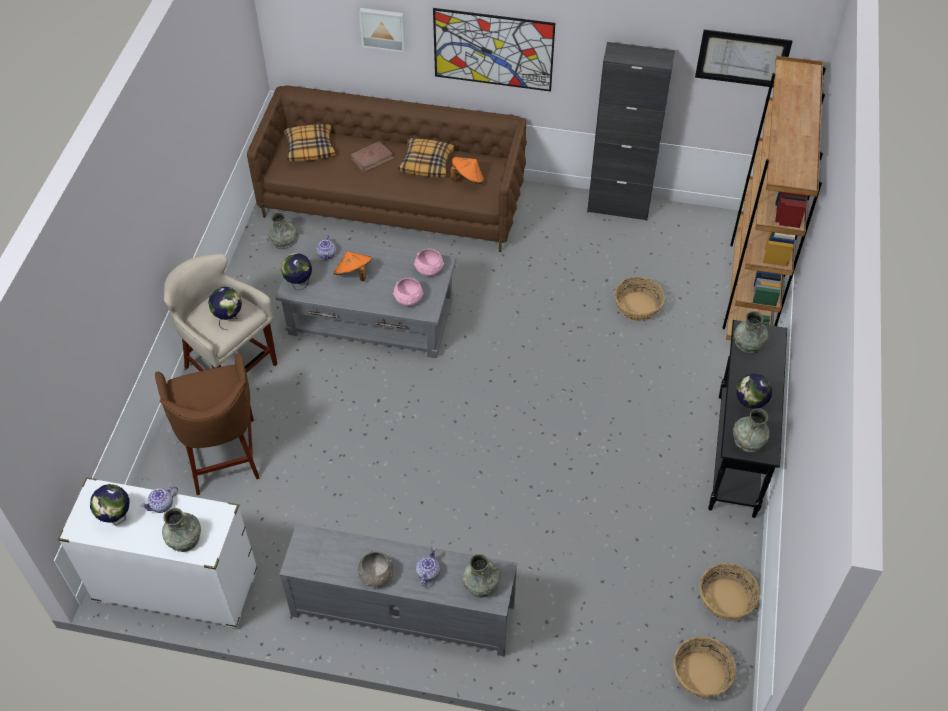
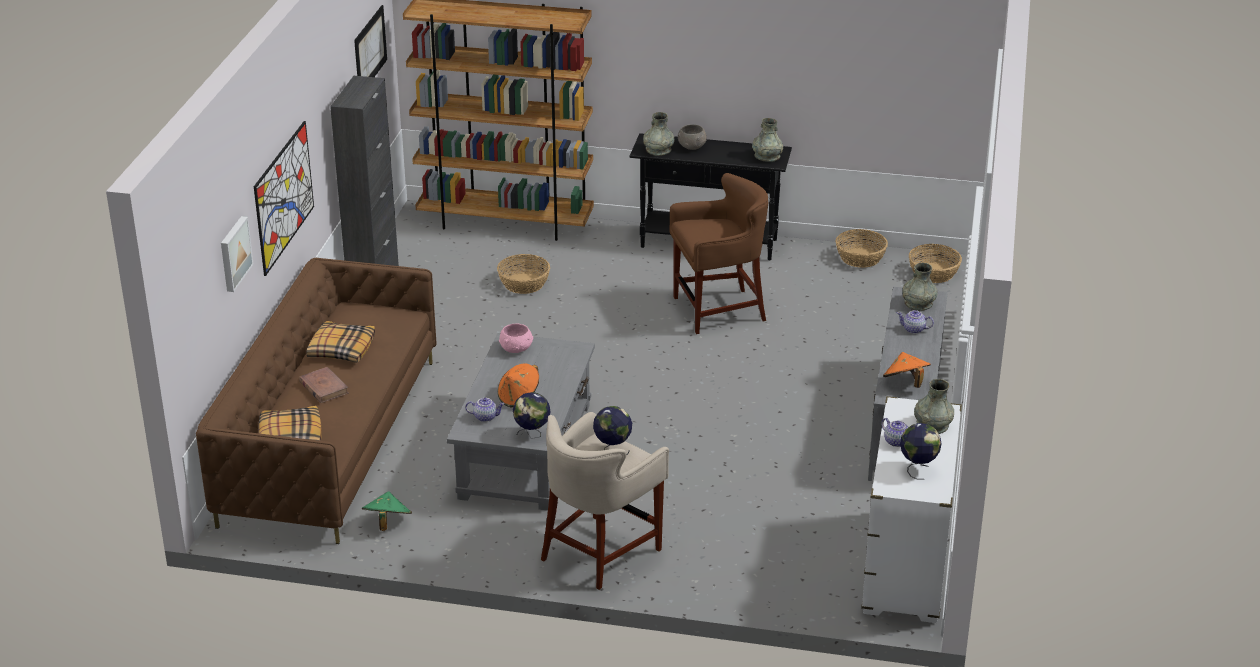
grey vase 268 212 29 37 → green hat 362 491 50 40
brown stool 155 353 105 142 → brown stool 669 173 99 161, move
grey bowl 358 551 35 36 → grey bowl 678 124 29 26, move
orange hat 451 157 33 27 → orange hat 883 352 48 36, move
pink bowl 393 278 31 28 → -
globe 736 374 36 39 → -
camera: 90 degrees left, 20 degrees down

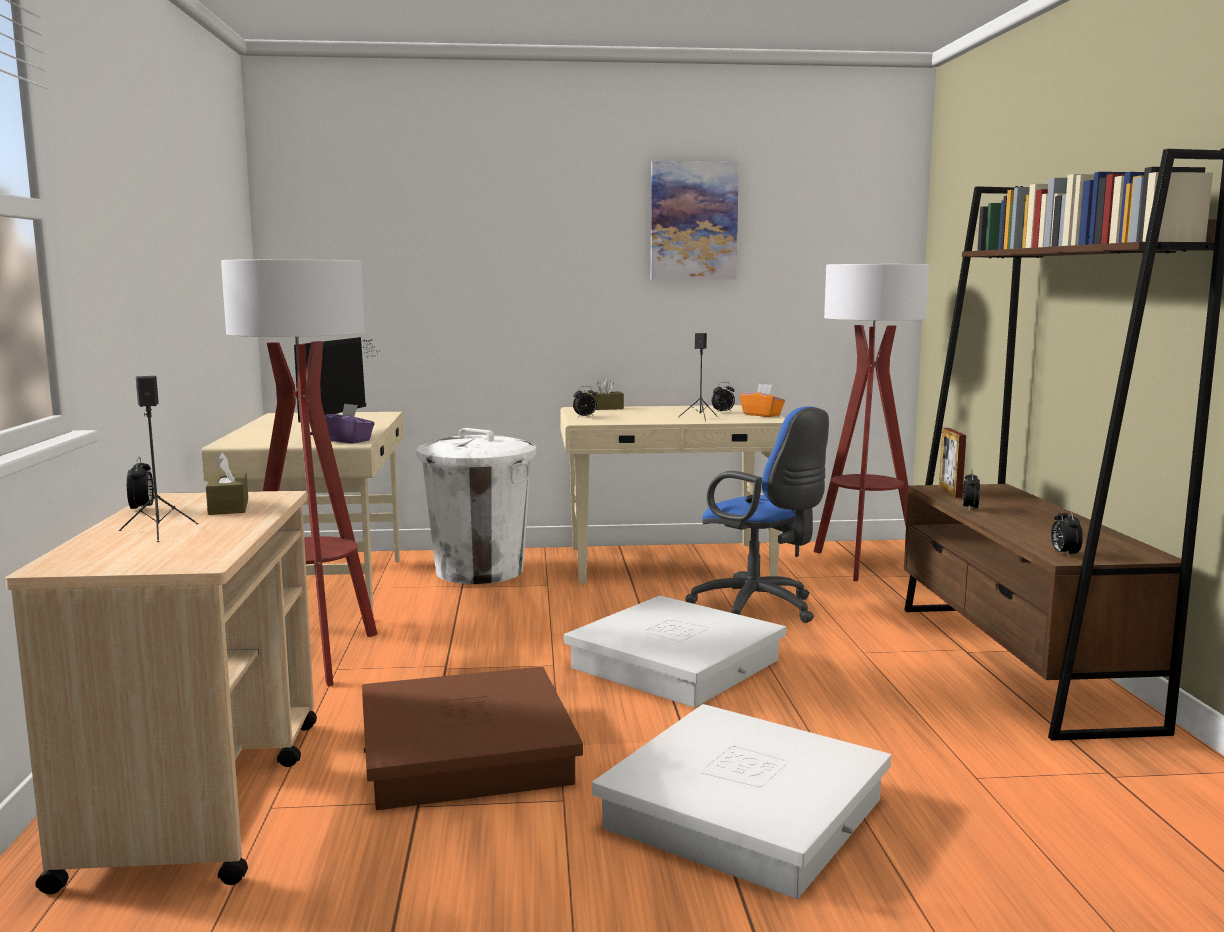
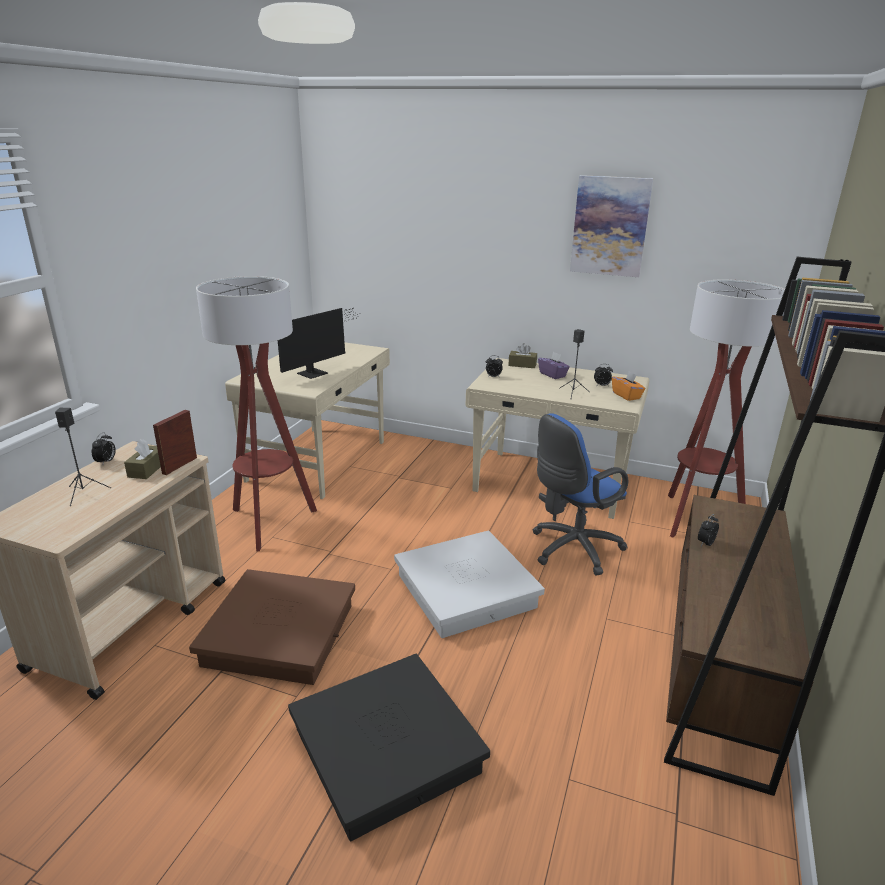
picture frame 939 428 27 70 → picture frame 153 410 44 65, move
white storage box 592 704 299 195 → black storage box 288 654 202 187
blue office chair 685 406 144 217 → blue office chair 532 413 96 163, 75 degrees clockwise
purple tissue box 325 403 50 40 → purple tissue box 538 351 32 28, move
white trash can 416 428 120 156 → -
alarm clock 1051 507 32 51 → -
camera: 25 degrees right, 15 degrees up

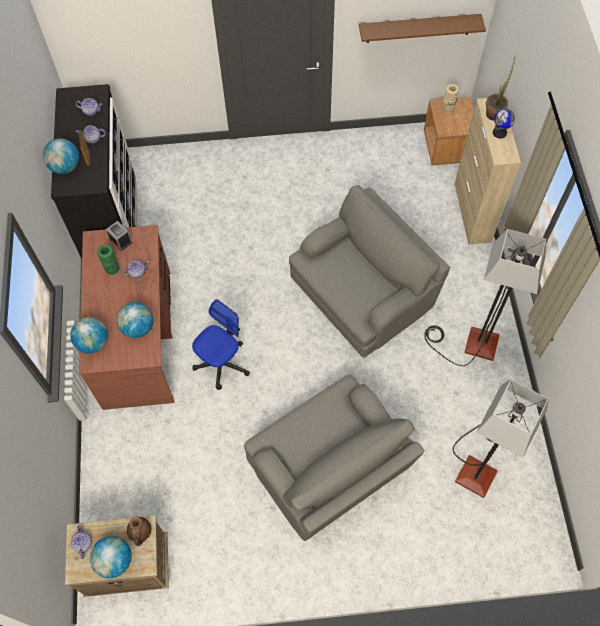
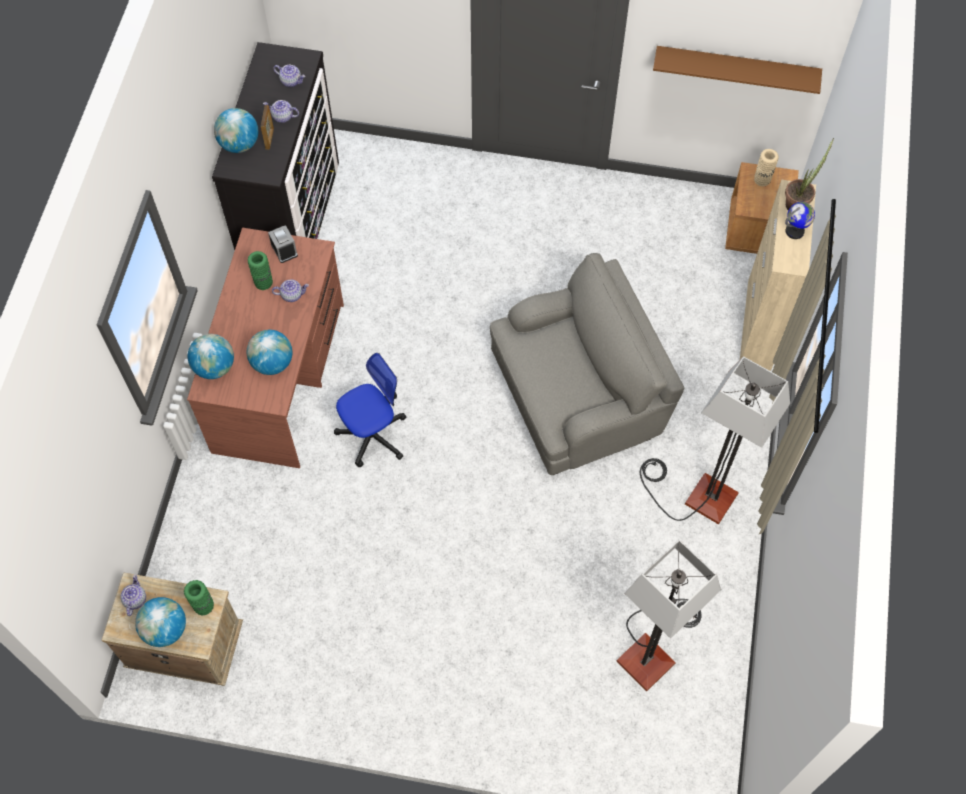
brown teapot 127 517 24 29 → green vase 184 580 30 35
grey armchair 244 374 180 167 → -
camera: 15 degrees right, 0 degrees up

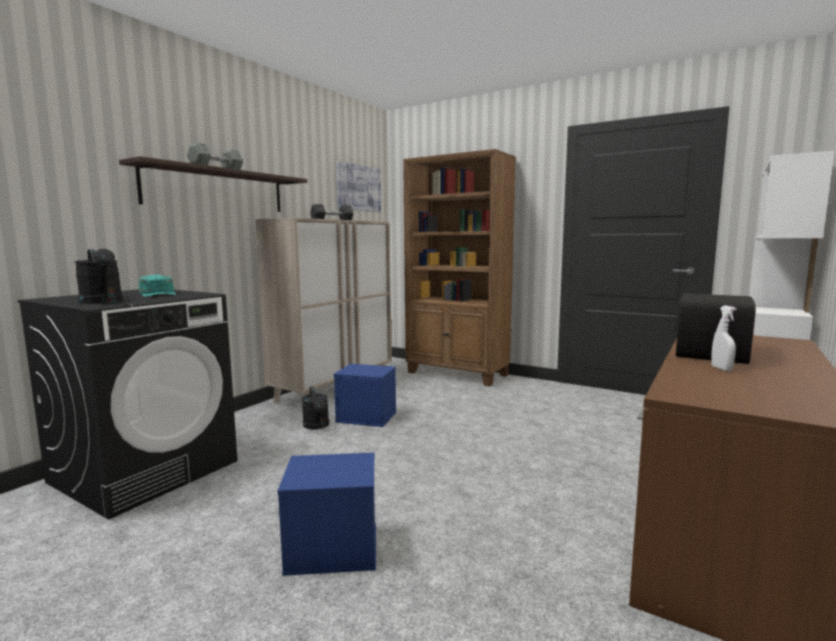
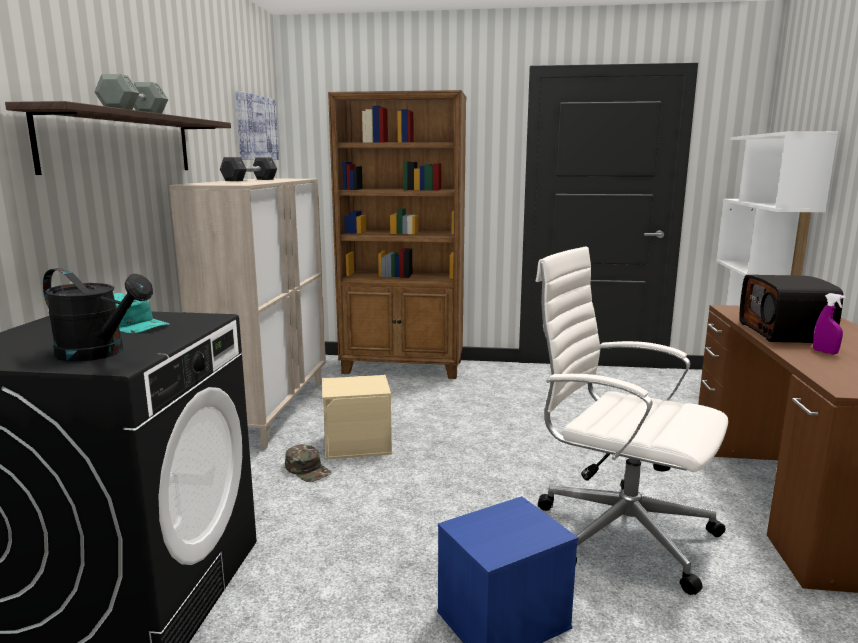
black watering can 302 386 27 44 → green cap 285 444 47 38
blue storage box 333 364 63 63 → beige storage box 322 375 70 85
- → white office chair 536 246 192 349
white spray bottle 711 305 26 66 → purple spray bottle 813 293 33 61
camera: 25 degrees left, 5 degrees up

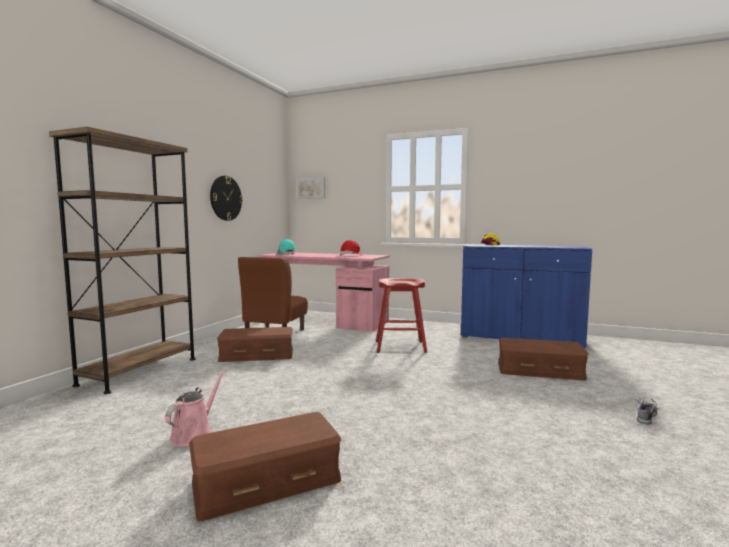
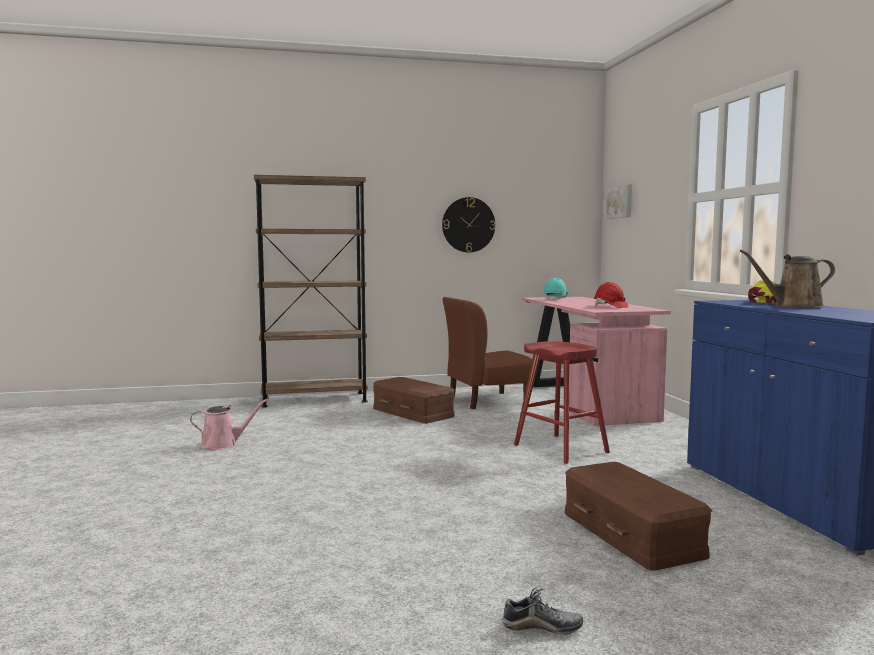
- → brown watering can 740 250 95 58
brown storage box 189 412 152 109 → -
camera: 55 degrees right, 0 degrees up

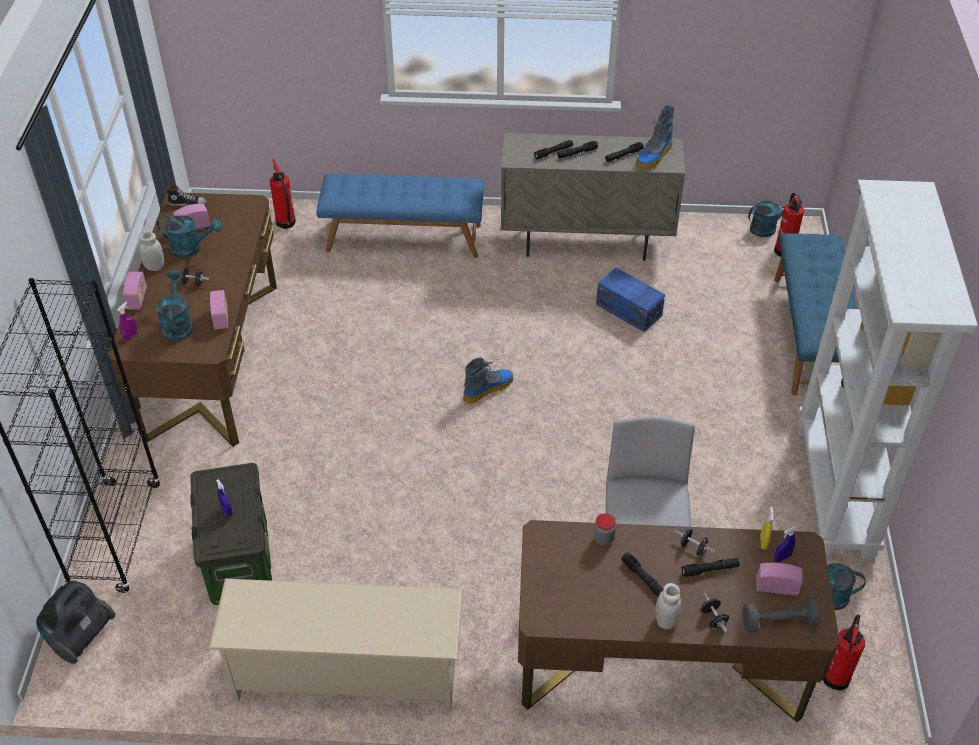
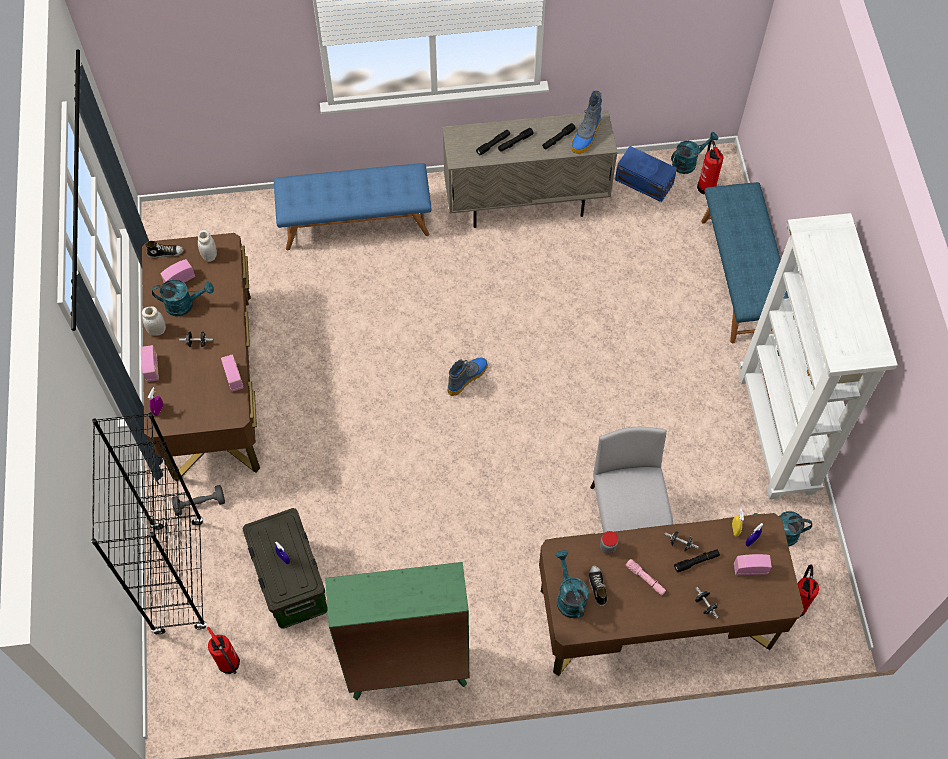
grey dumbbell 742 598 79 34 → grey dumbbell 172 485 53 31, move
white jar 655 583 26 46 → white jar 198 230 19 32, move
fire extinguisher 270 159 26 70 → fire extinguisher 207 627 33 47, move
beige shoe rack 209 579 255 133 → green bookcase 325 562 144 138
turquoise watering can 156 271 37 71 → turquoise watering can 555 550 34 68, move
- → shoe 589 566 18 40
blue storage box 596 267 69 65 → blue storage box 615 146 62 56, move
black flashlight 621 552 42 44 → pink flashlight 626 559 40 36
vacuum cleaner 36 581 79 83 → -
camera: 10 degrees left, 15 degrees up

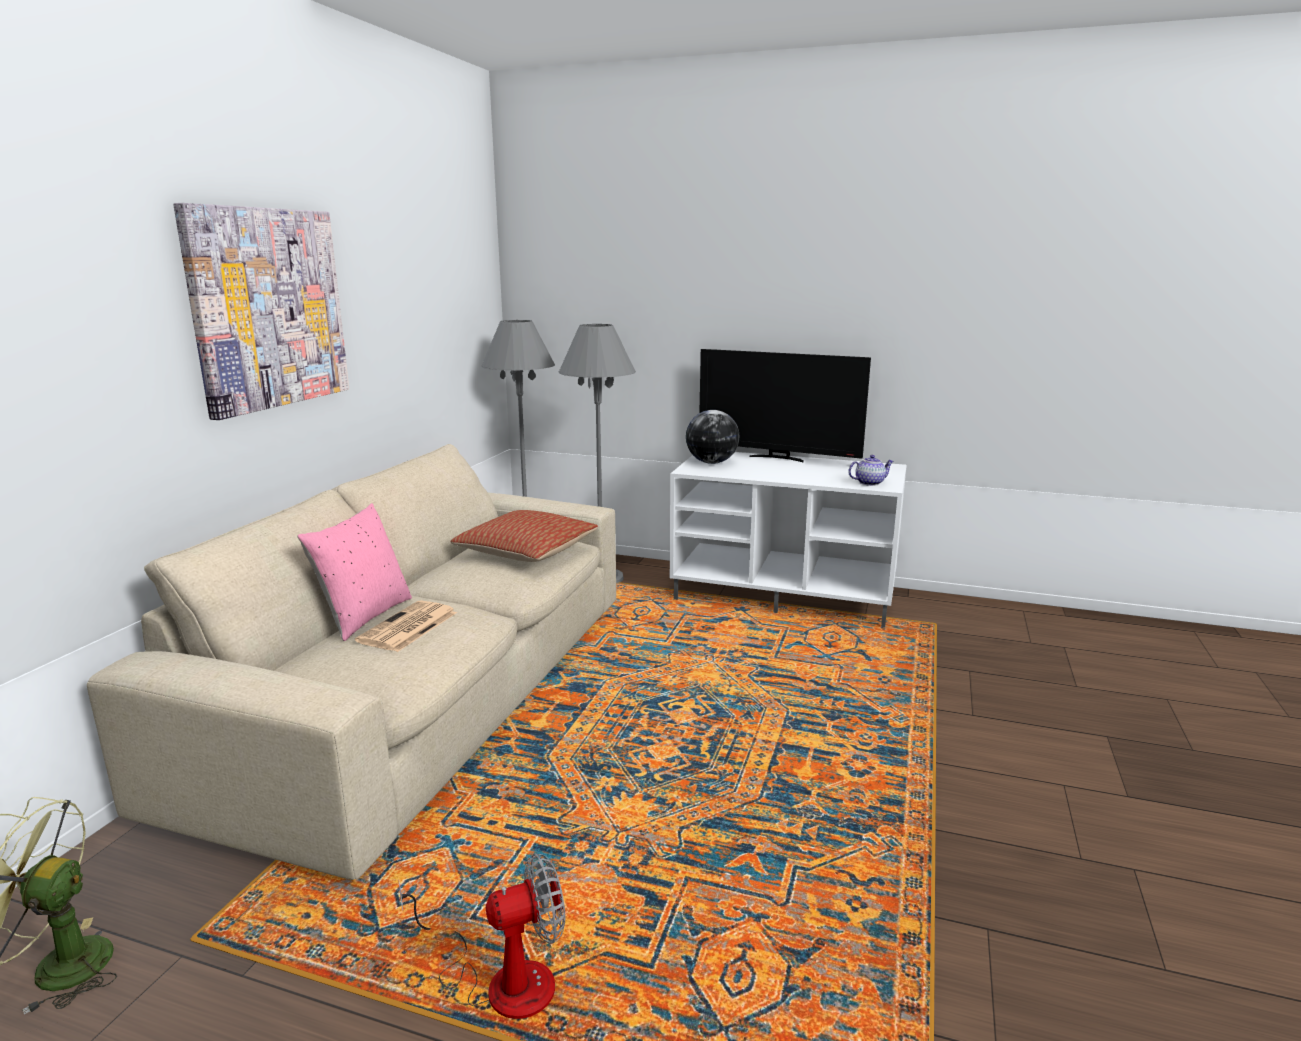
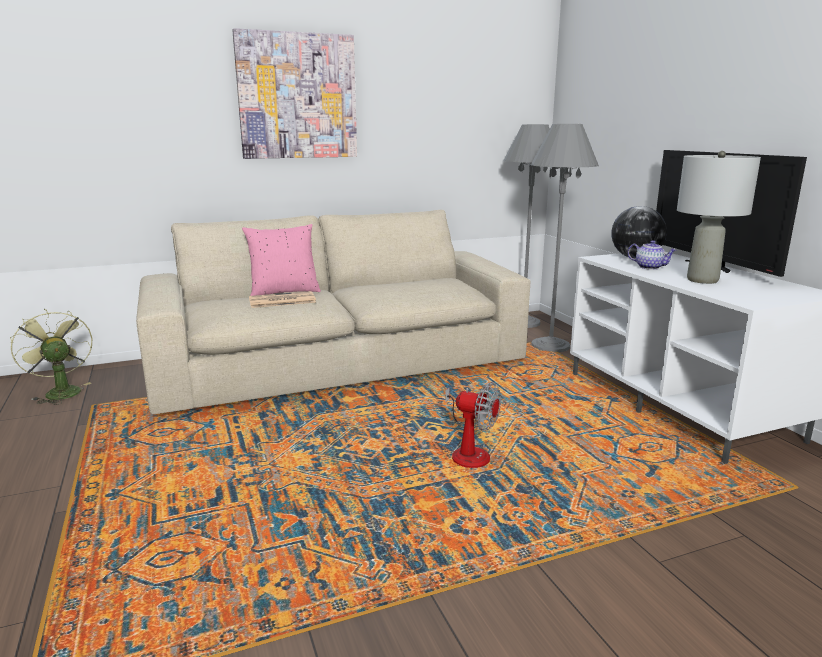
fan 398 853 167 166 → fan 442 382 59 86, move
teapot 848 455 46 31 → teapot 627 240 50 30, move
- → grey table lamp 677 151 84 133
pillow 450 510 148 52 → -
camera: 50 degrees right, 0 degrees up

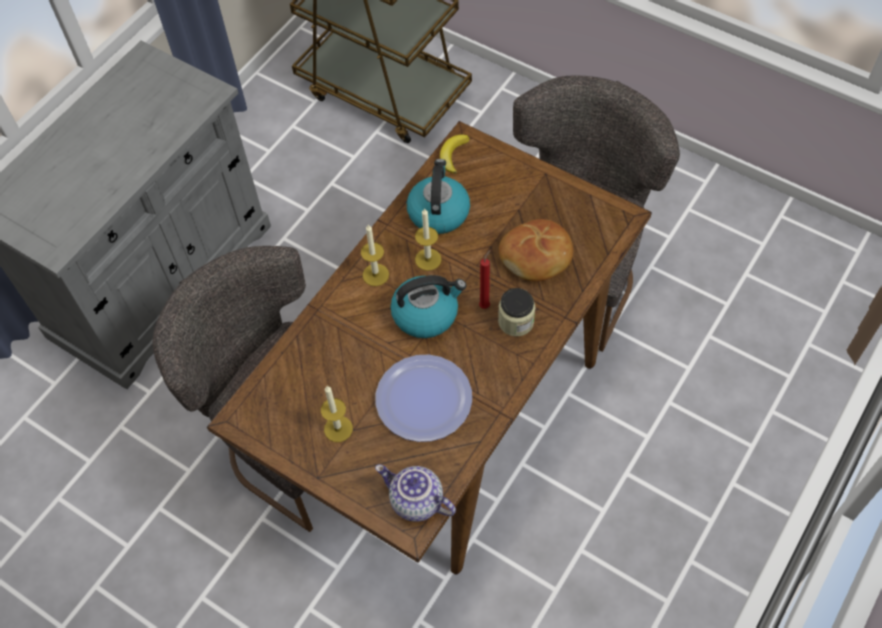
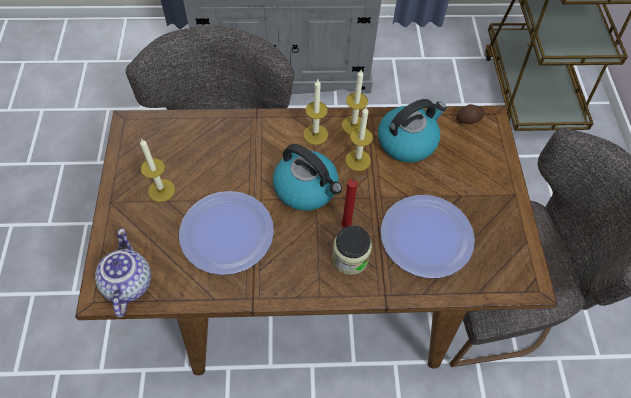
- → candle 342 70 26 64
bread 499 219 74 63 → plate 381 195 94 83
banana 440 135 30 39 → potato 456 104 28 20
camera: 50 degrees right, 0 degrees up

